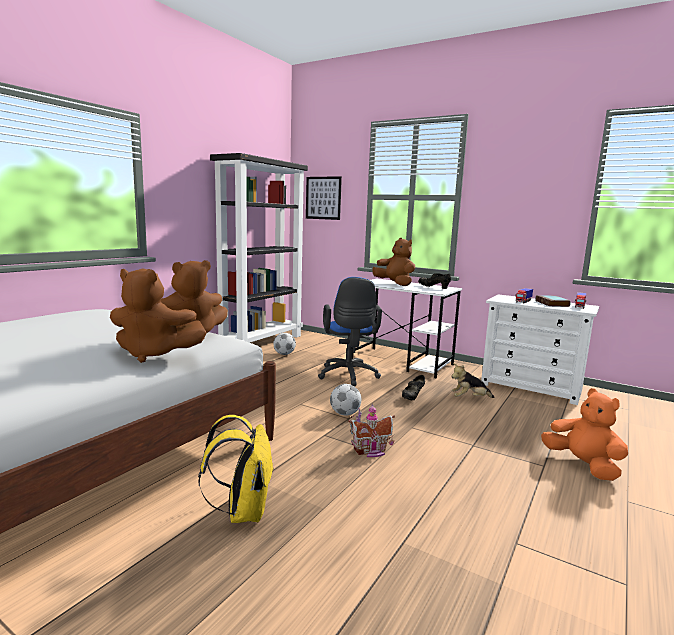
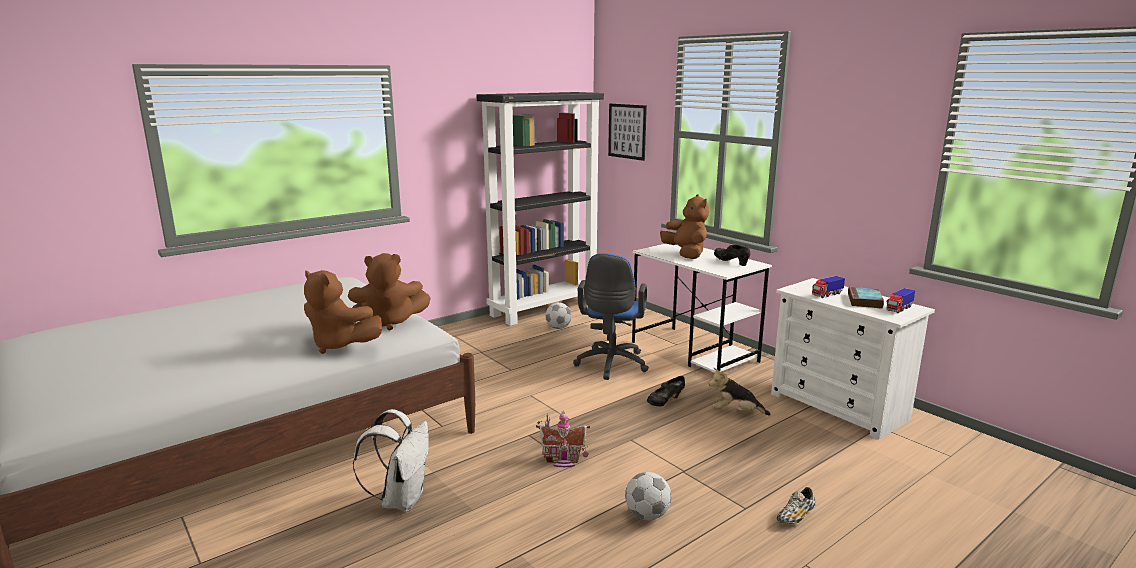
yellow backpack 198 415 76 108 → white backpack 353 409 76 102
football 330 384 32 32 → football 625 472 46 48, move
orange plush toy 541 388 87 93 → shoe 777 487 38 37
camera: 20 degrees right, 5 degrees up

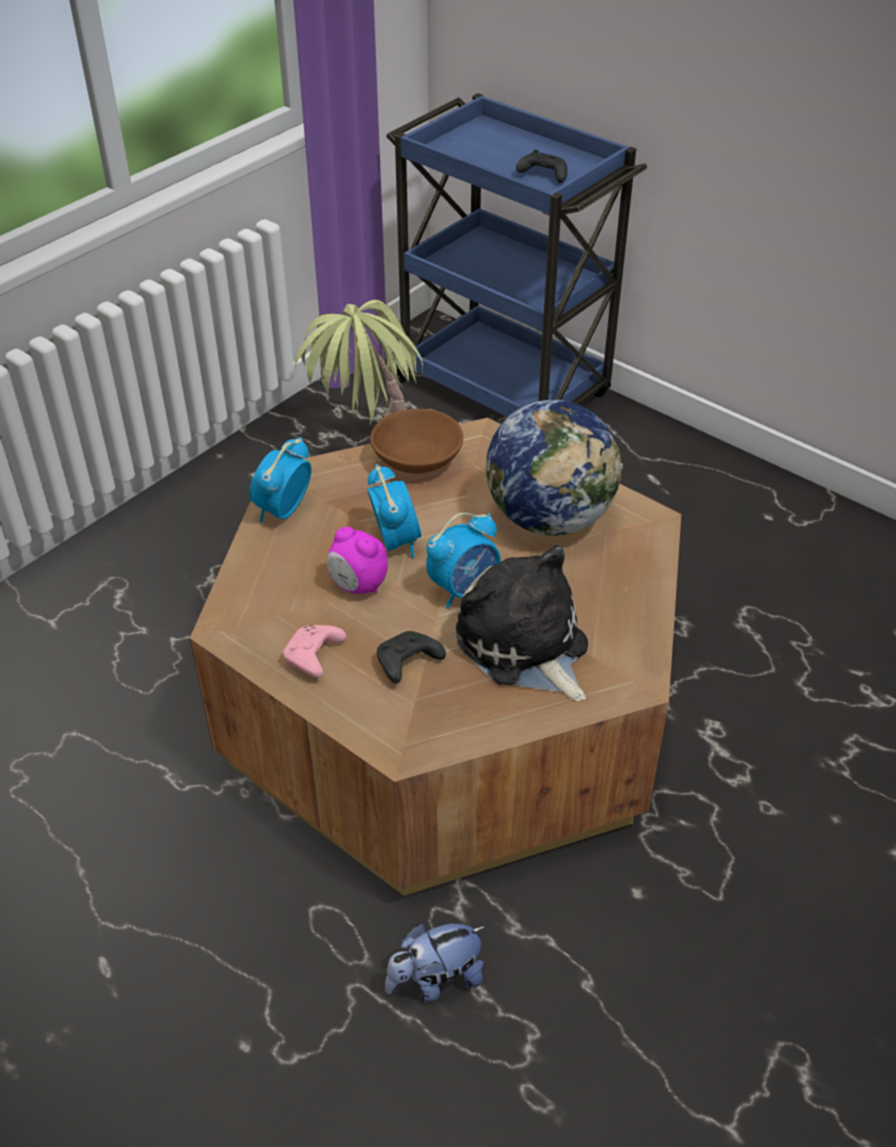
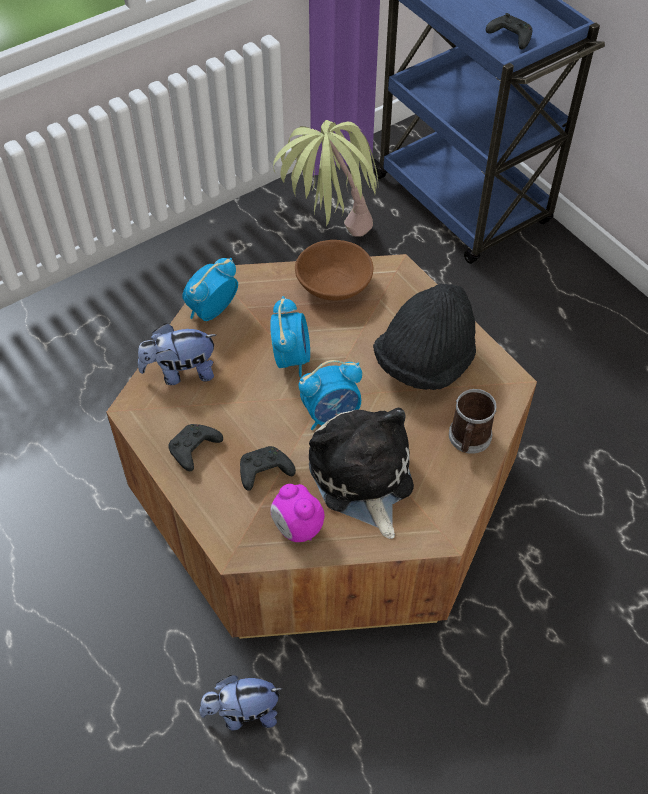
- → plush toy 138 323 78 62
pink game controller 283 625 63 53 → black game controller 168 424 55 47
alarm clock 327 527 61 67 → alarm clock 271 484 54 58, move
globe 486 400 137 136 → black hat 373 284 103 106
- → mug 449 389 47 65
camera: 15 degrees right, 10 degrees up

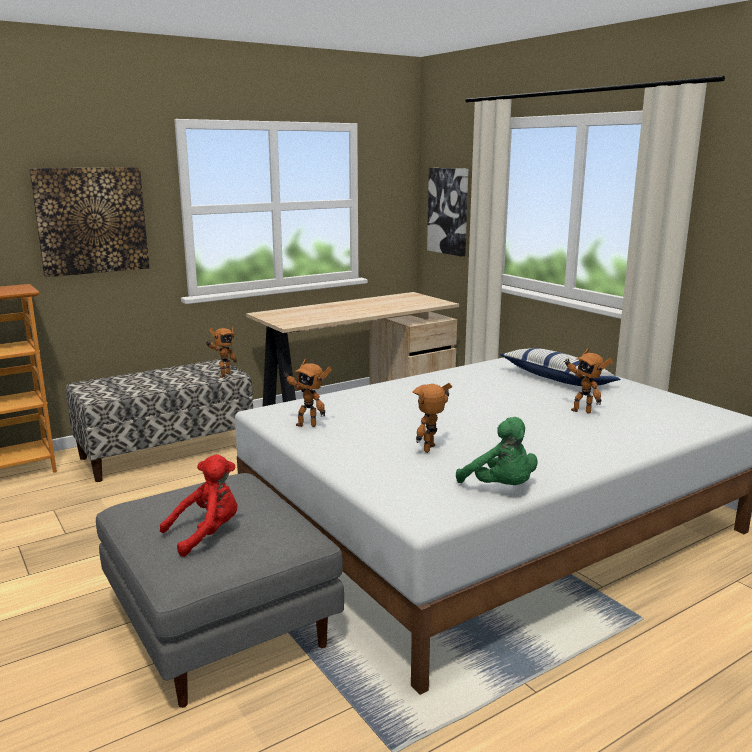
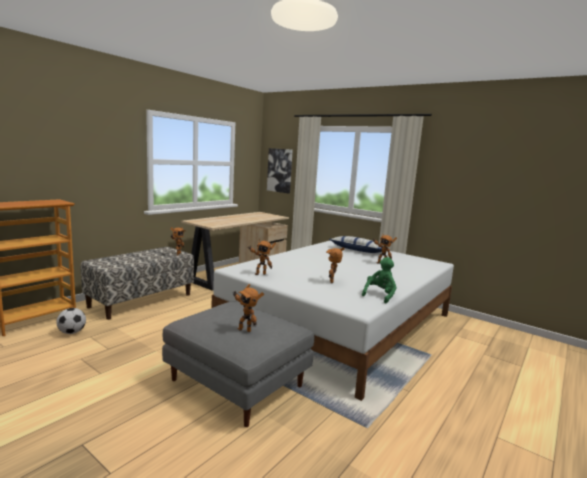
- → football 56 308 30 26
red plush toy 160 454 78 103 → toy robot 233 284 31 48
green plush toy 456 417 82 68 → green plush toy 362 257 34 47, 90 degrees counterclockwise
picture 29 167 120 110 → -
camera: 20 degrees left, 5 degrees down

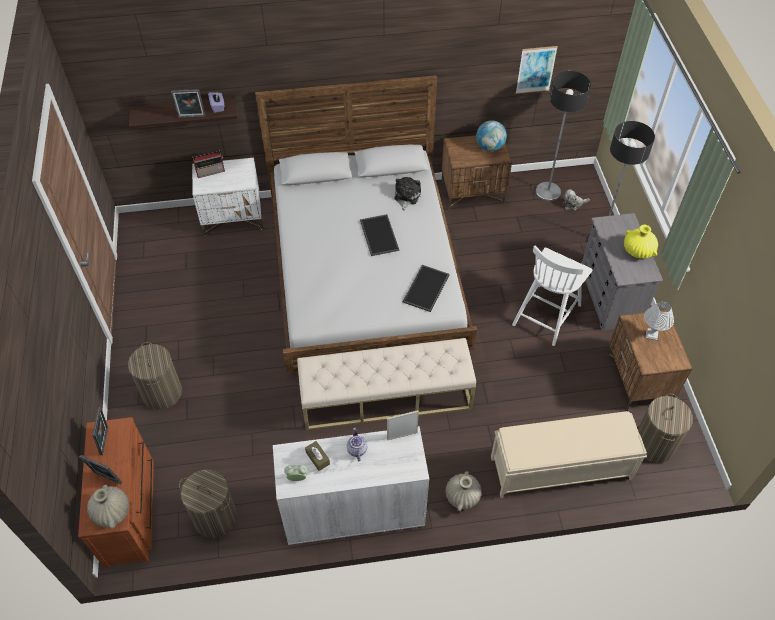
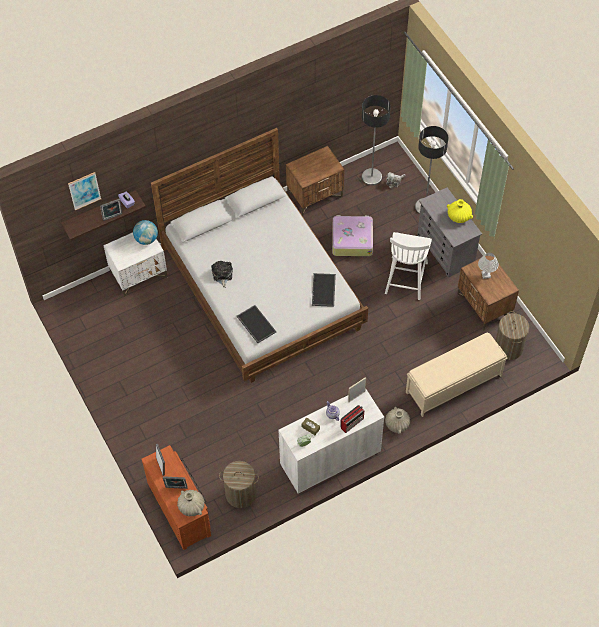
picture 516 46 42 48 → picture 68 172 33 38, move
globe 476 120 31 31 → globe 133 220 25 25, move
plush toy 394 177 27 34 → plush toy 211 261 22 27, move
tray 360 214 39 42 → tray 237 305 39 38, move
- → suitcase 332 215 41 41
radio 192 150 33 28 → radio 340 405 24 28, move
laundry basket 128 342 54 68 → -
beige bench 297 338 179 92 → -
camera: 20 degrees left, 5 degrees up

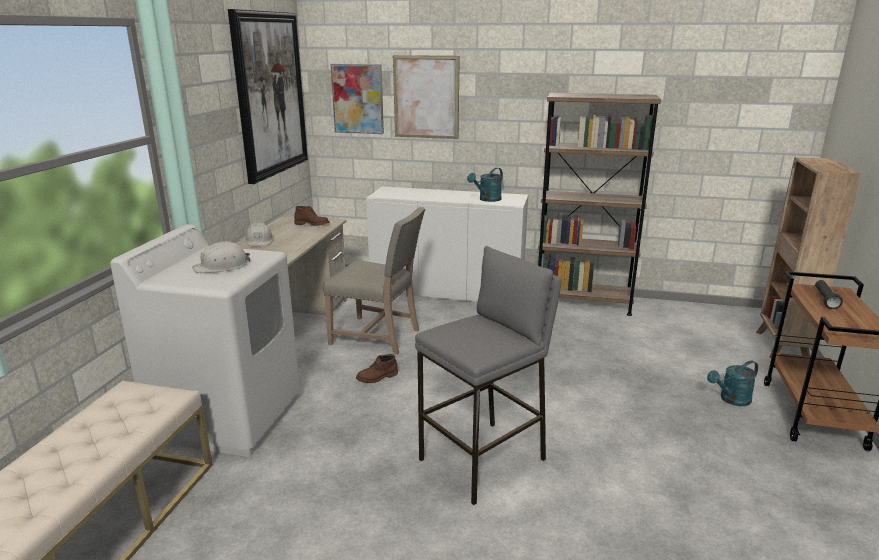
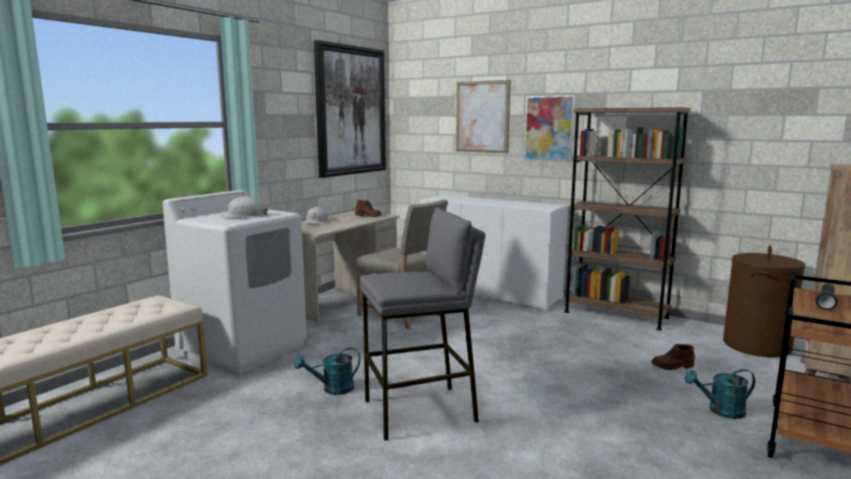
turquoise watering can 467 168 36 34 → turquoise watering can 295 348 65 47, move
picture 331 64 53 70 → picture 524 95 52 67, move
brown boot 356 354 42 29 → brown boot 651 344 44 26, move
- → brown laundry basket 723 245 82 113
camera: 20 degrees right, 10 degrees down

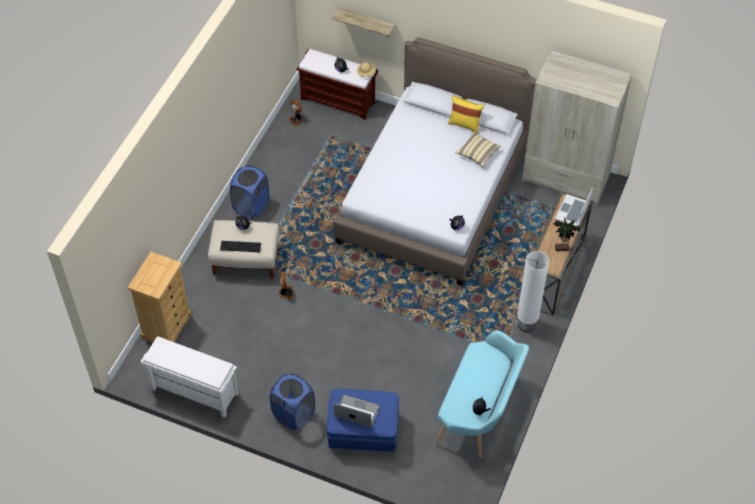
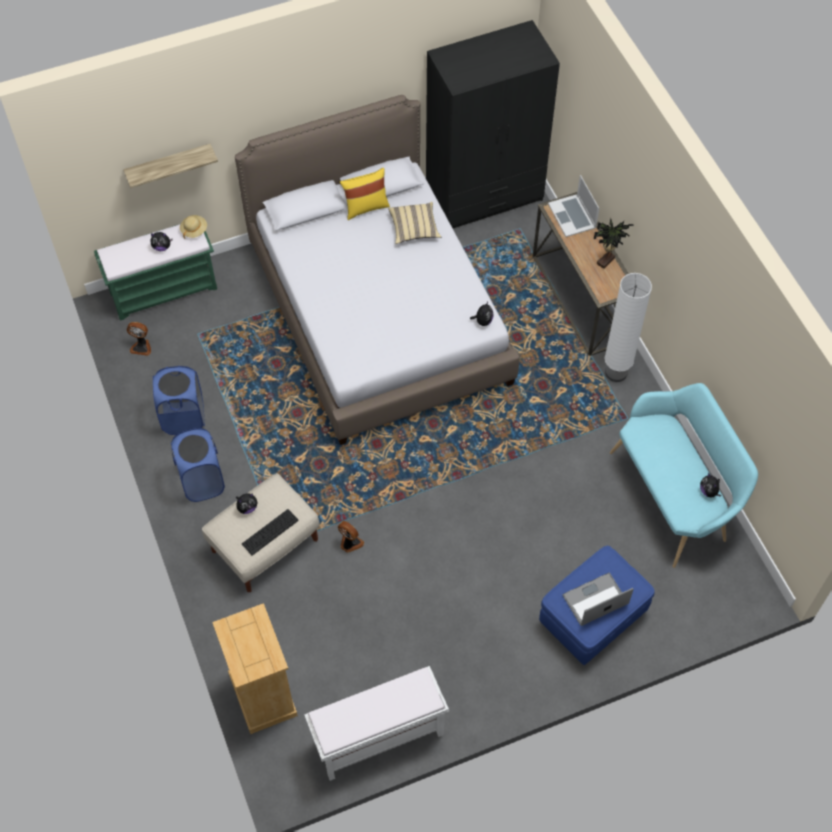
brown bench 296 48 82 72 → green bench 94 224 123 97
blue laundry basket 270 374 45 56 → blue laundry basket 153 366 52 69, move
beige wardrobe 522 51 110 154 → black wardrobe 426 20 134 208
camera: 45 degrees left, 5 degrees up

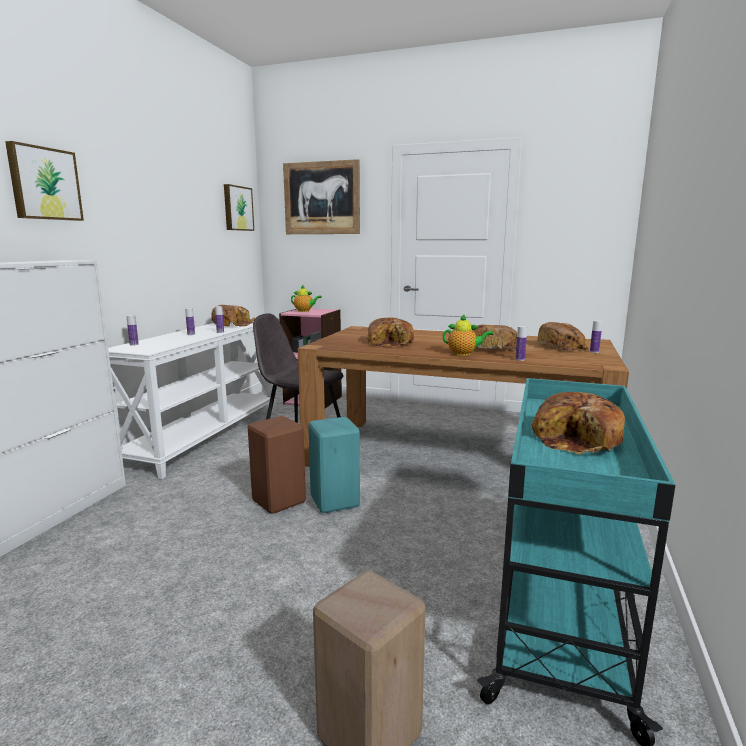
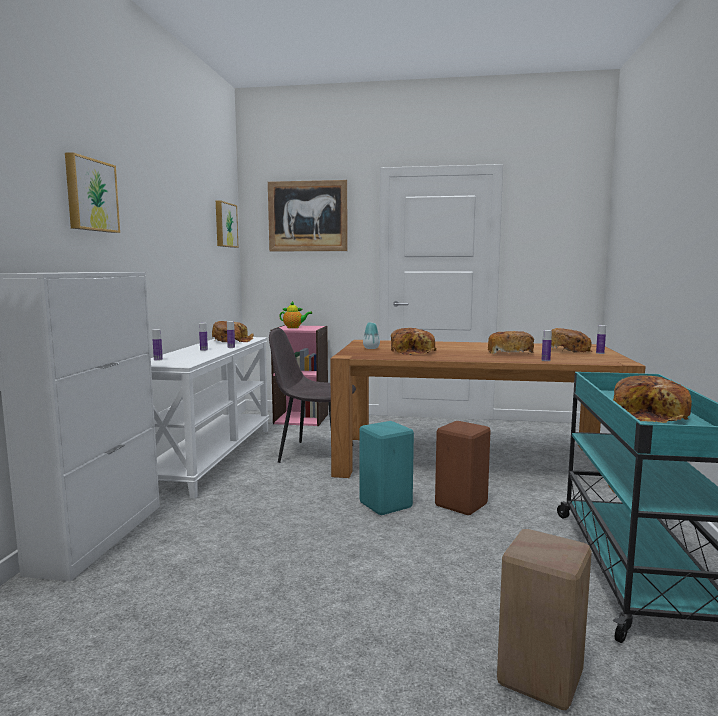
- → vase 363 322 17 27
brown stool 248 416 58 98 → brown stool 435 421 56 94, move
teapot 443 314 50 42 → -
camera: 10 degrees left, 5 degrees down

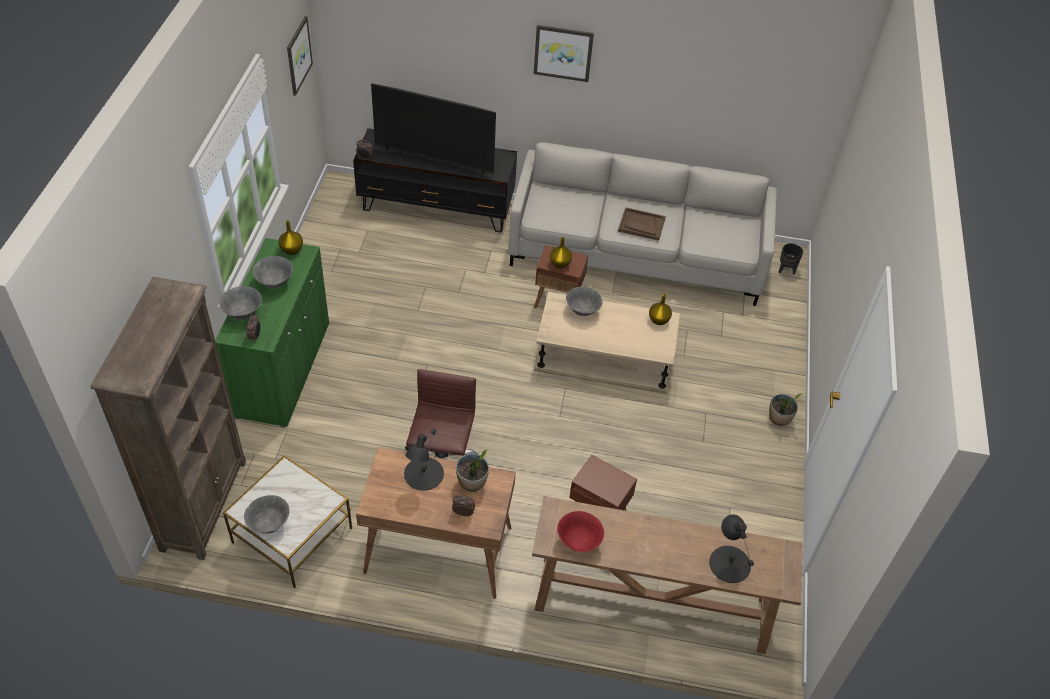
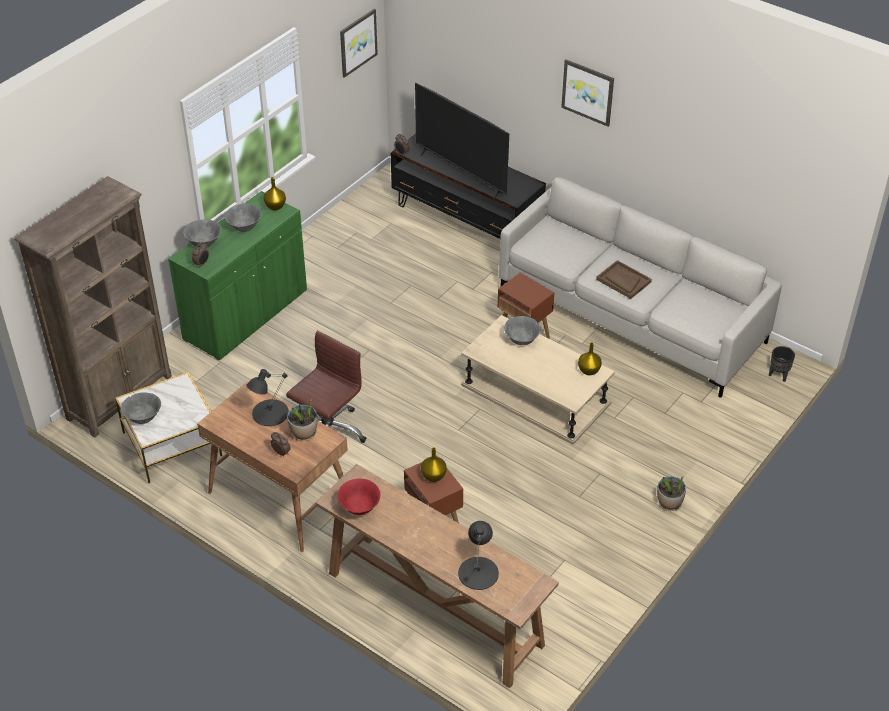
yellow vase 550 237 22 31 → yellow vase 421 447 26 35, move
camera: 30 degrees right, 5 degrees down

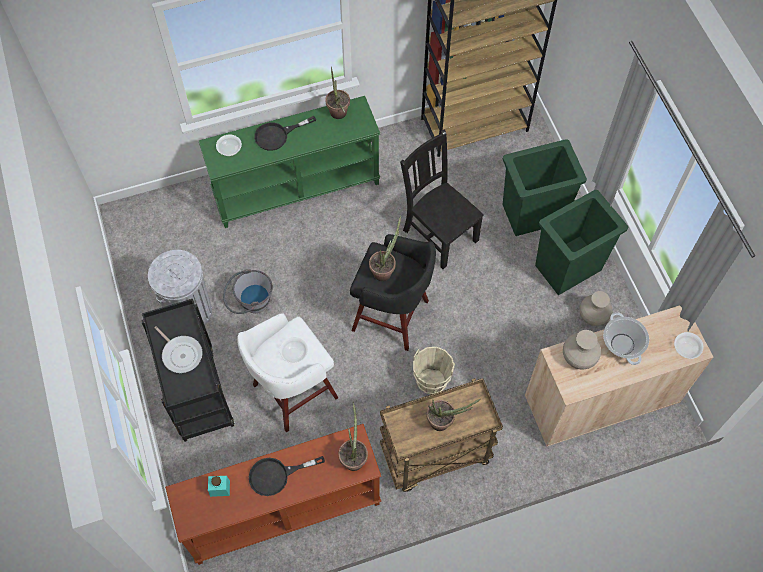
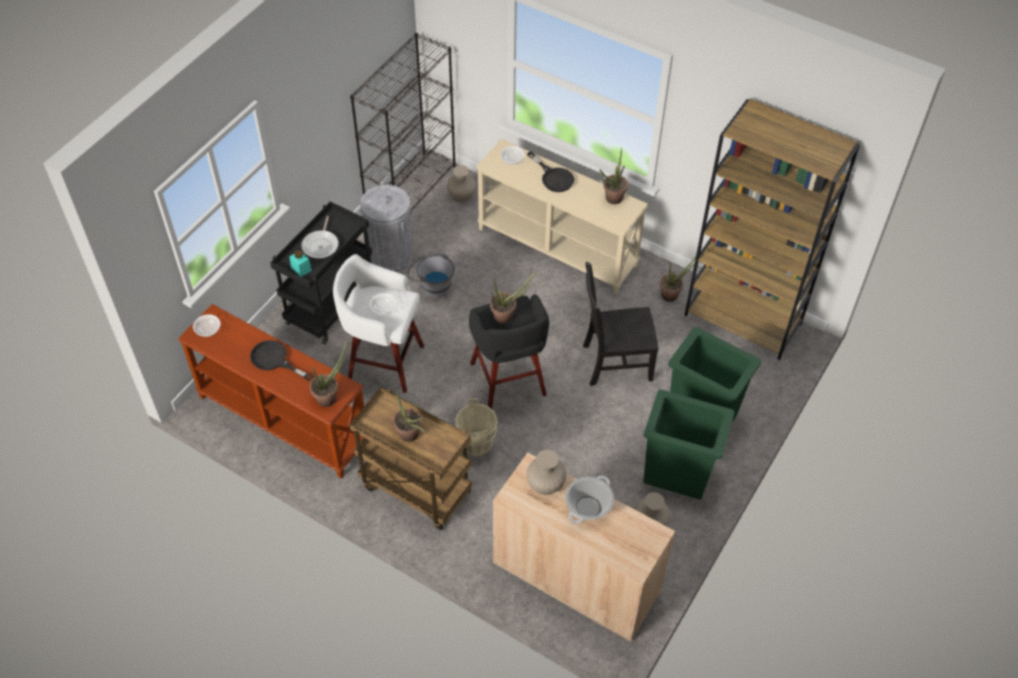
bowl 674 332 30 27 → bowl 193 314 28 23, move
turquoise jar 208 476 22 21 → turquoise jar 289 250 23 27, move
- → black bookcase 350 33 106 177
- → beige vase 447 165 29 37
green console table 199 96 181 132 → beige console table 476 139 172 156
black frying pan 254 116 62 35 → black frying pan 527 151 47 41, 150 degrees counterclockwise
black chair 400 130 84 139 → black chair 583 262 76 124, 105 degrees counterclockwise
- → potted plant 660 247 42 55
camera: 50 degrees right, 10 degrees down

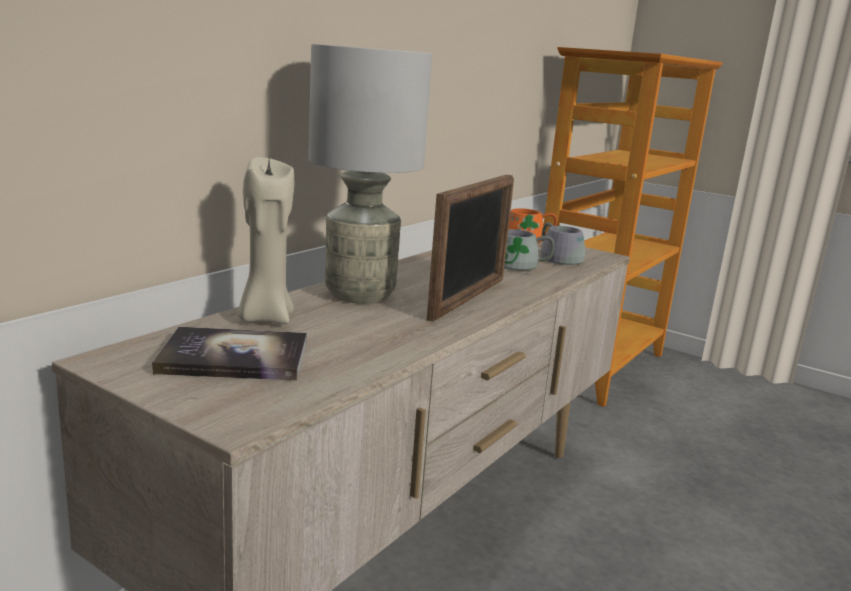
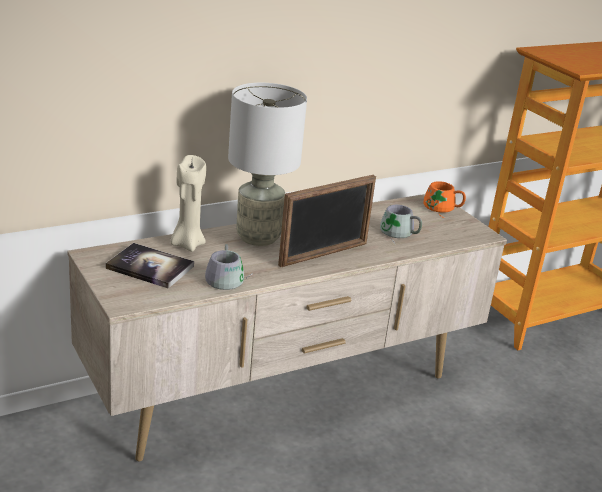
grey mug 540 222 45 43 → grey mug 205 244 48 46, move
camera: 25 degrees right, 10 degrees up

